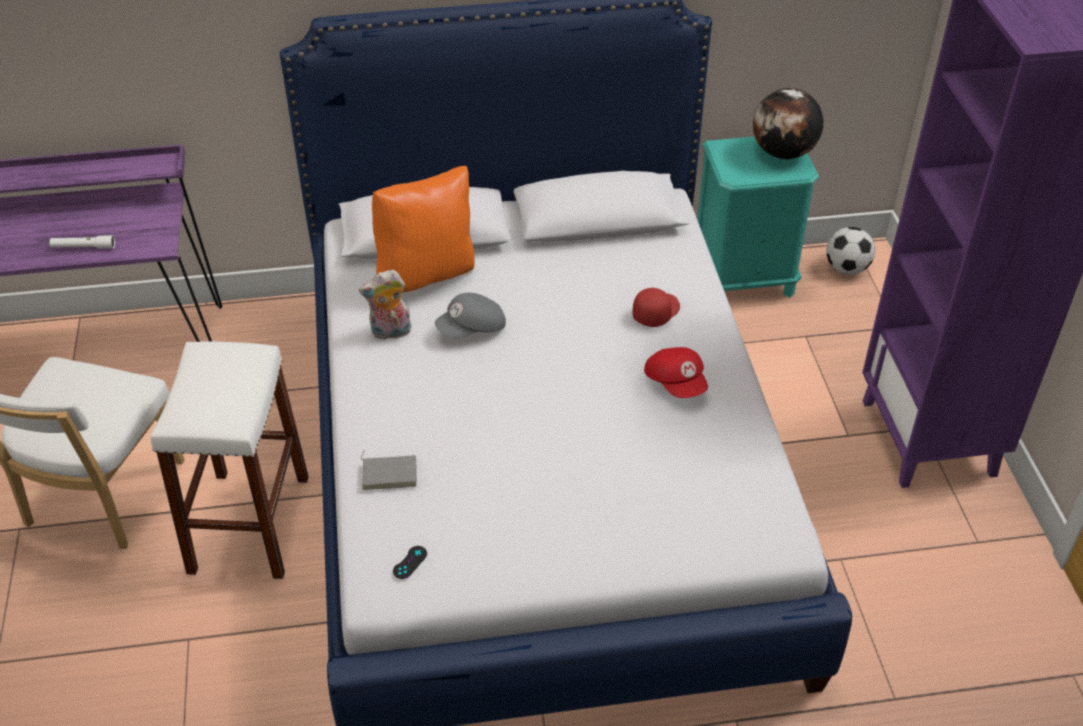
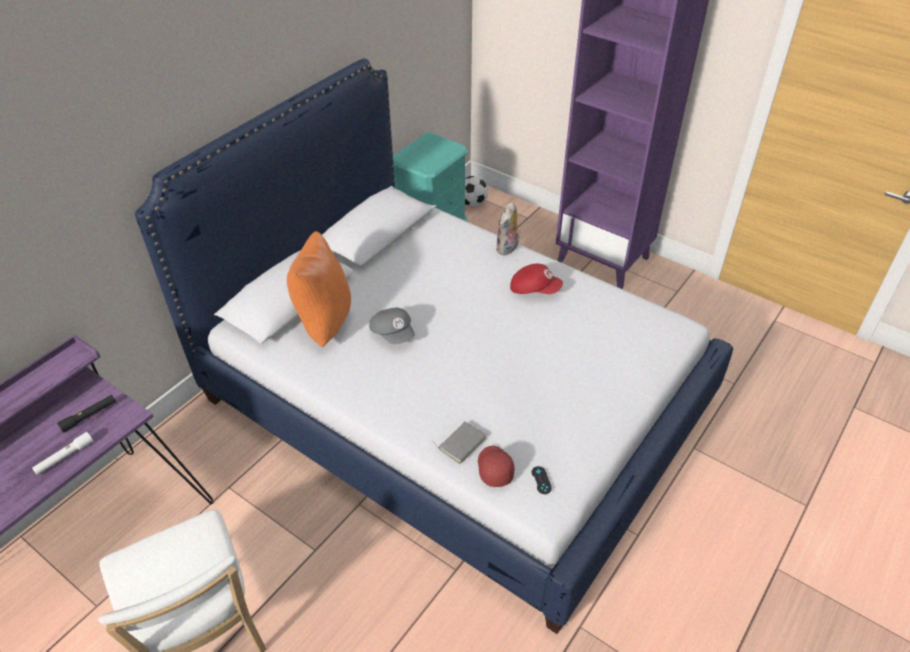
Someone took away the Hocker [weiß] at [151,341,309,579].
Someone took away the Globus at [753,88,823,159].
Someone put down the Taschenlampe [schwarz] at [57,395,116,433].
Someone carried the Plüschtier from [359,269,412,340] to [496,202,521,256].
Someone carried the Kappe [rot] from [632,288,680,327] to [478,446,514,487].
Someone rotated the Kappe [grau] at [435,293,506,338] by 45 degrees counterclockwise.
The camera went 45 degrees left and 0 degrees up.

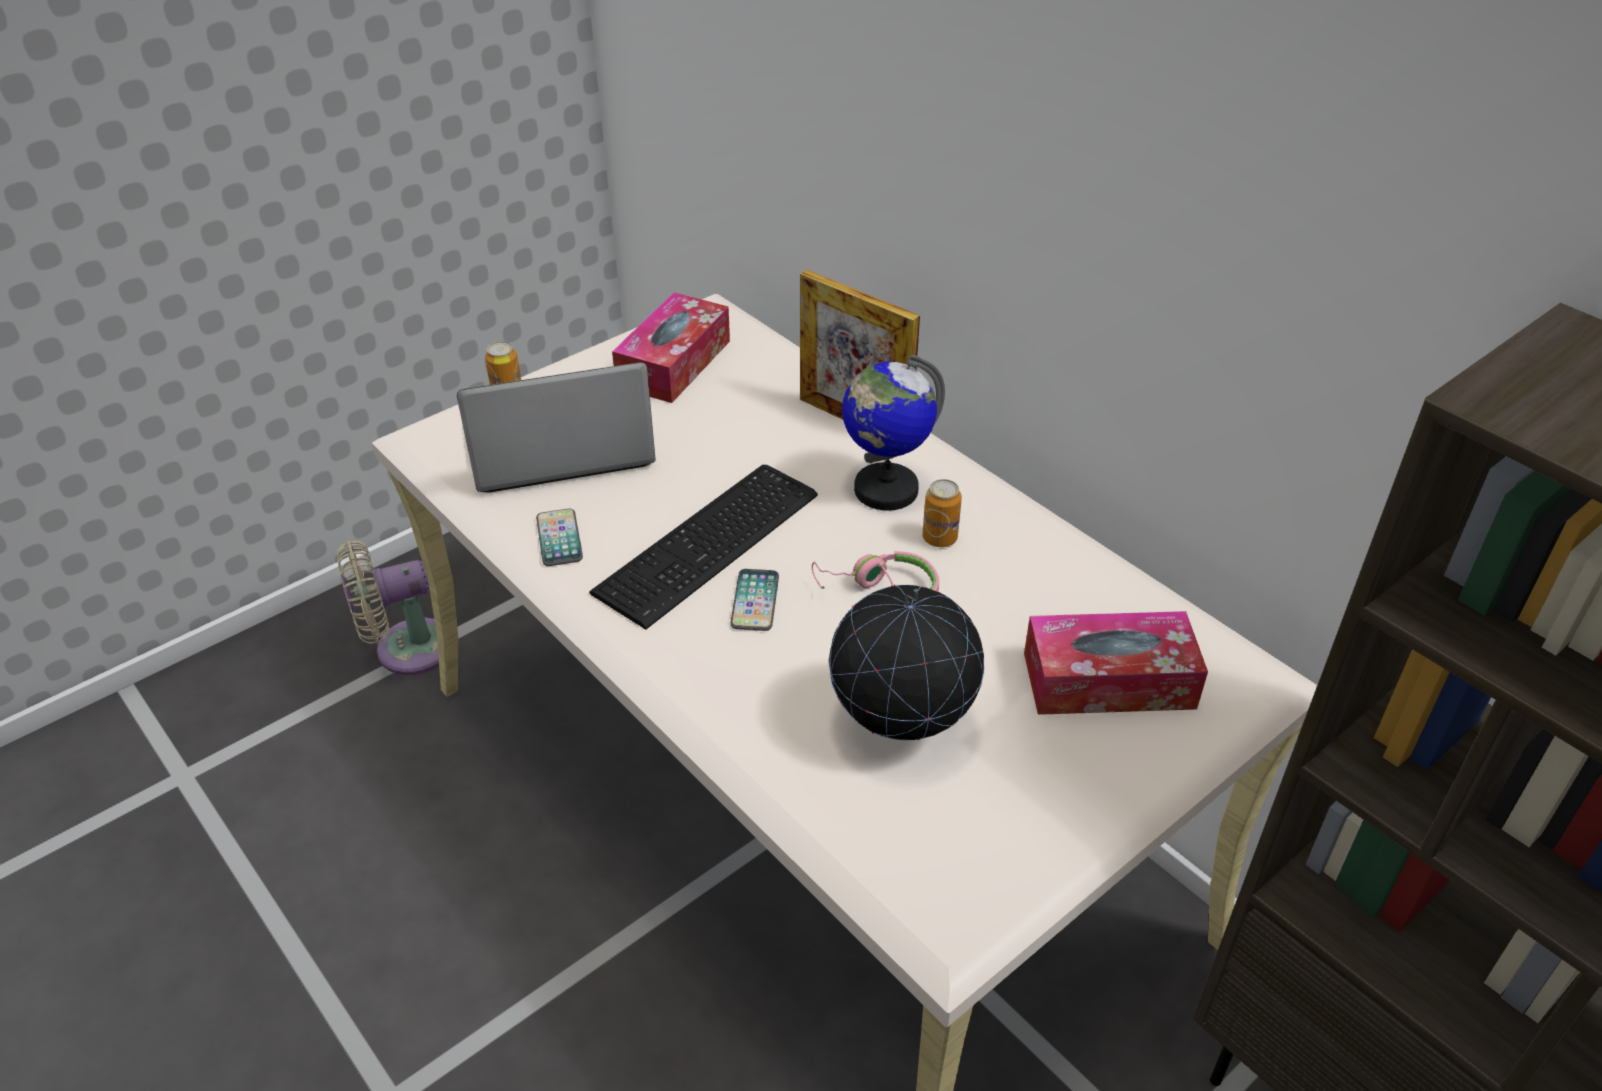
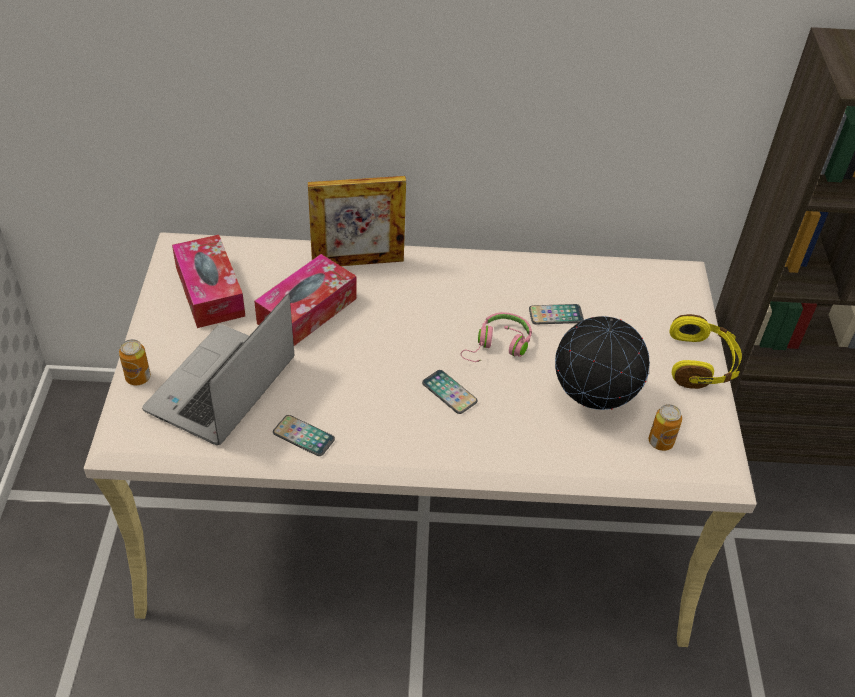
Someone took away the Ventilator [beige] at [337,541,439,675].
Someone took away the Tastatur at [589,465,818,630].
Someone took away the Globus at [842,355,945,511].
Someone put down the Handy at [529,304,584,324].
Someone put down the Kopfhörer [gelb] at [670,314,742,389].
Someone carried the Dose from [922,479,962,547] to [649,404,682,451].
Someone carried the Taschentuchbox from [1024,611,1208,715] to [254,254,357,346].
The camera went 50 degrees left and 5 degrees up.

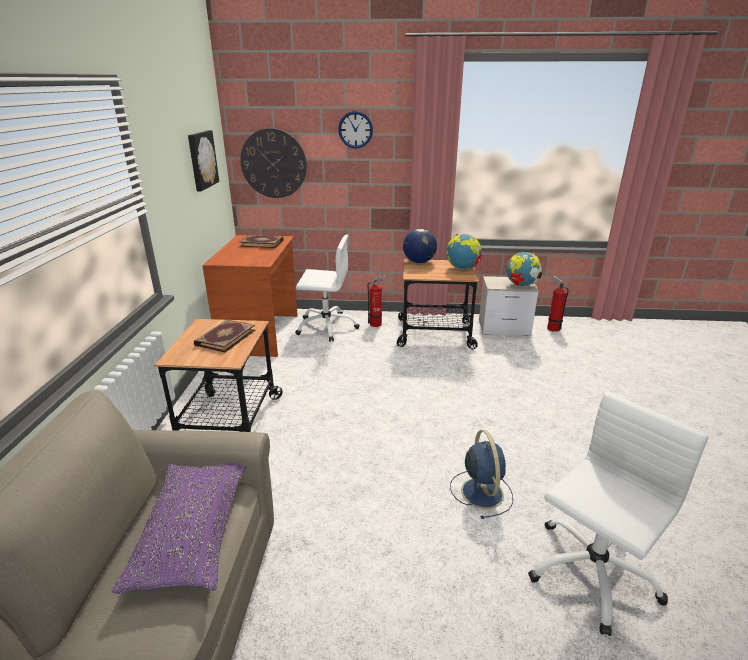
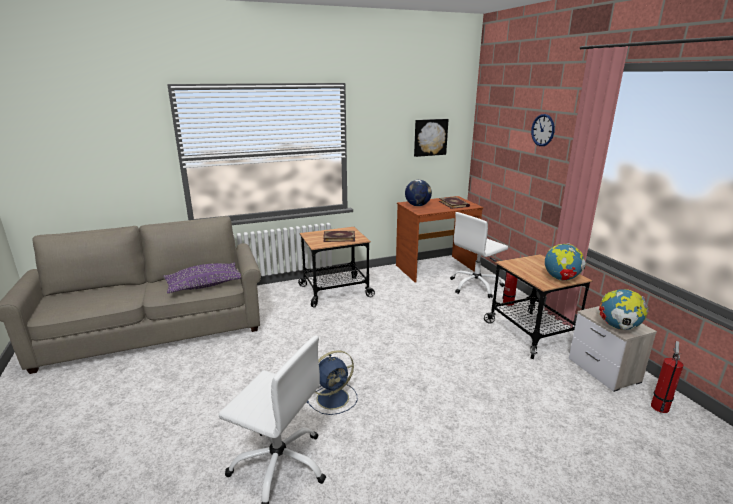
Someone took away the Wanduhr at [240,128,307,198].
Someone carried the Globus from [403,229,437,263] to [405,180,432,206].
Someone rotated the Bürostuhl [weiß] at [295,234,360,342] by 75 degrees clockwise.
The camera went 65 degrees right and 5 degrees down.

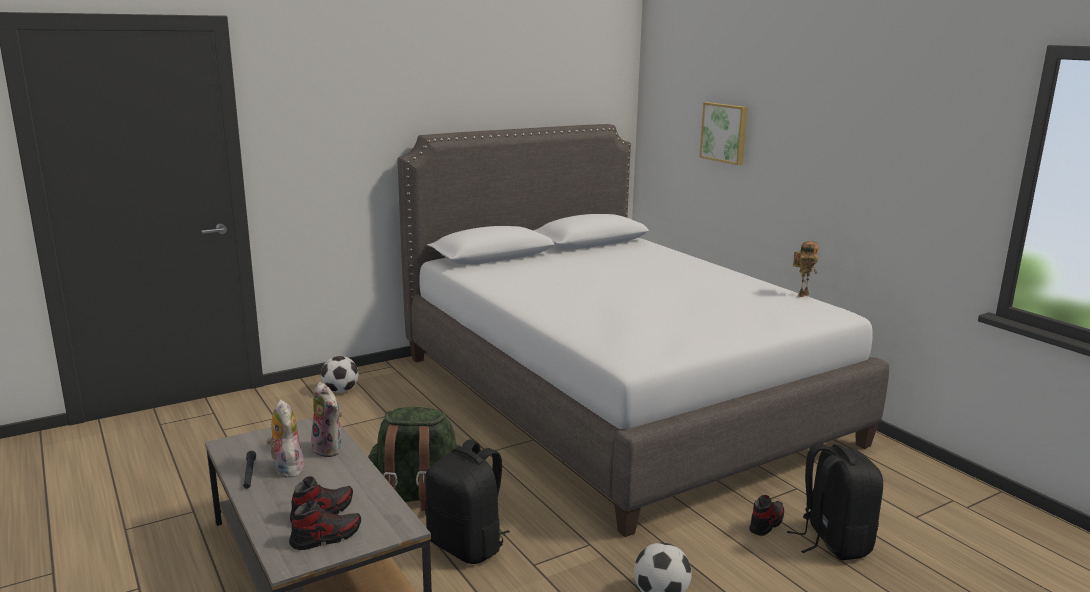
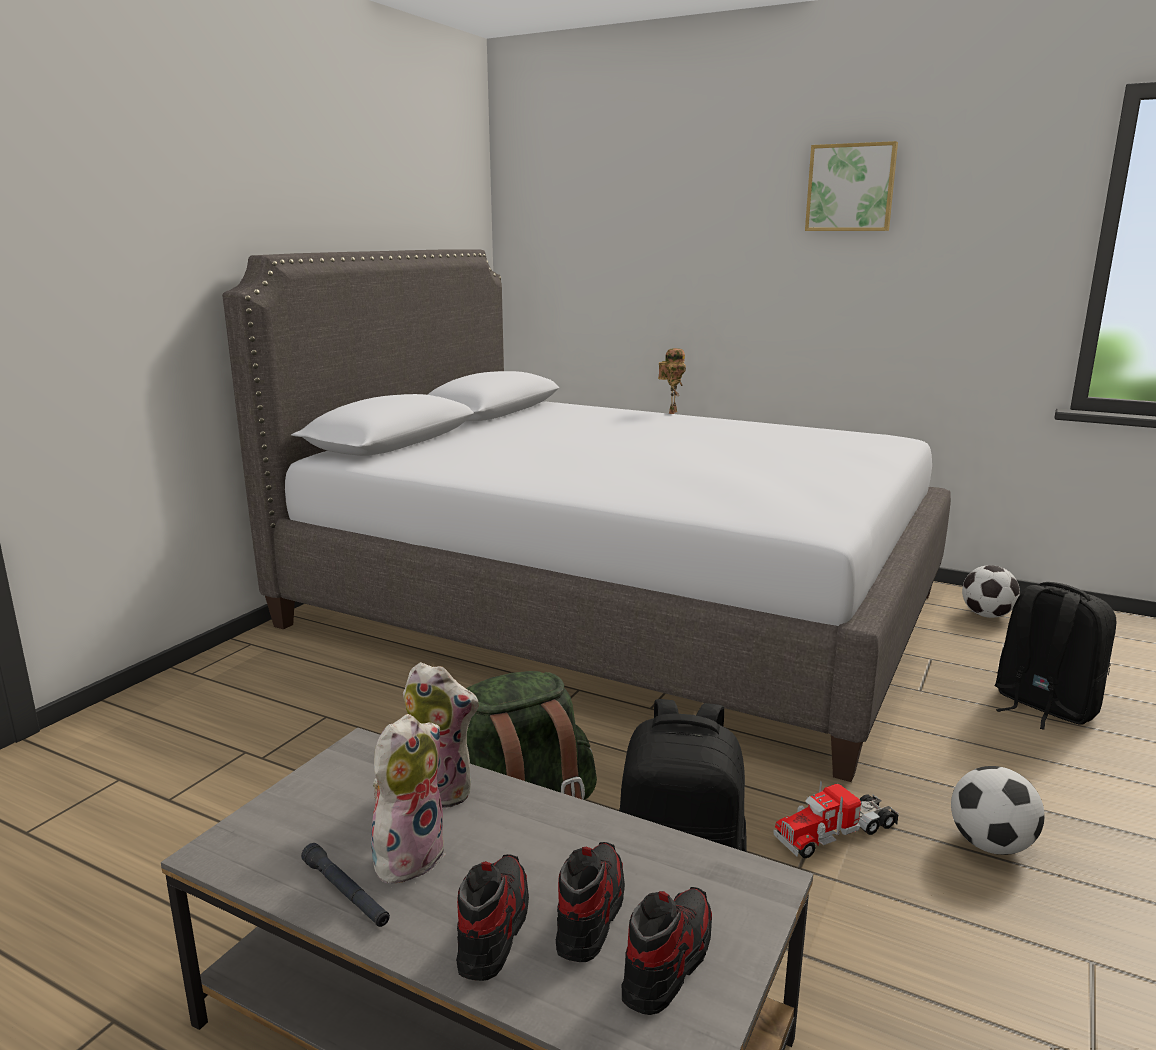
Someone put down the Spielzeuglaster at [774,780,899,858].
Someone carried the Fußball from [321,356,358,393] to [962,565,1020,618].
Someone carried the Bild from [700,102,748,165] to [805,141,898,231].
Someone carried the Schuh from [749,495,784,536] to [456,854,529,981].
Someone carried the Spielzeugroboter from [793,241,819,297] to [658,348,686,414].
Someone rotated the Plüschtier at [266,399,304,478] by 90 degrees clockwise.
The camera went 30 degrees left and 0 degrees up.

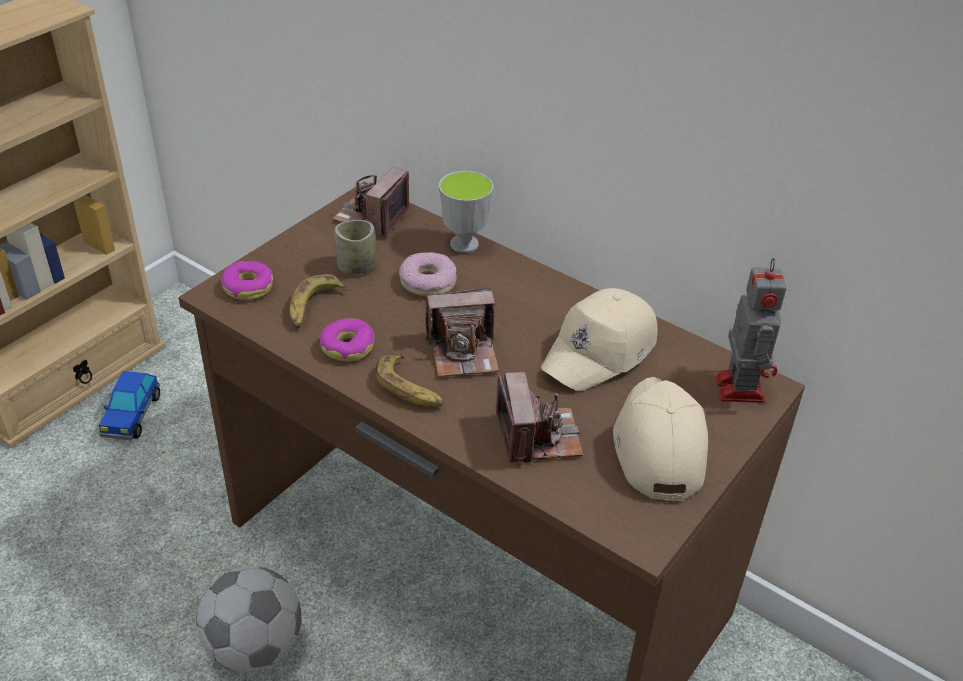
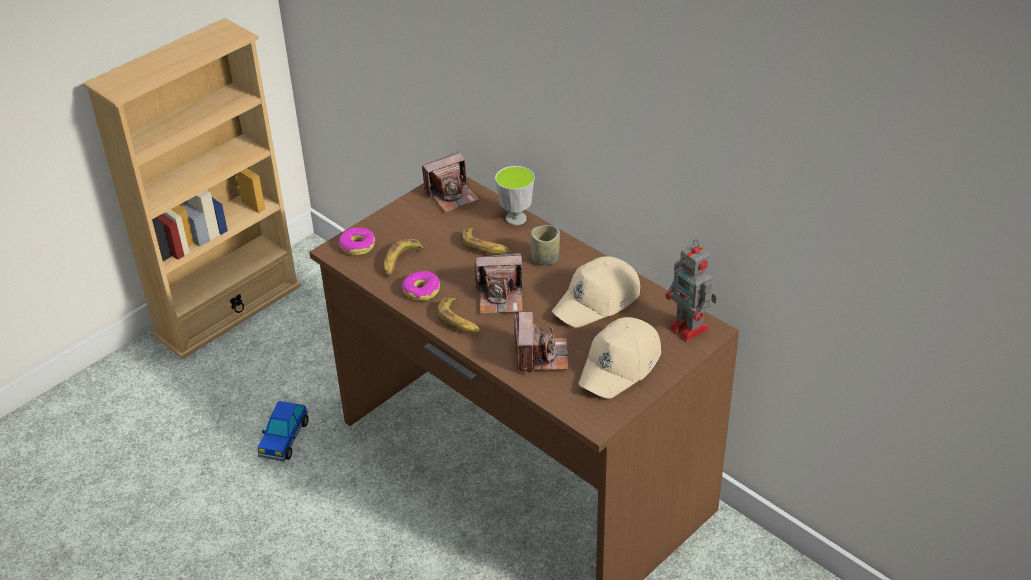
Someone took away the Fußball at [196,566,301,672].
Someone carried the Spielzeugauto from [99,371,160,440] to [258,401,309,461].
Someone carried the Tasse from [334,220,375,275] to [530,225,560,265].
Someone swapped the Donut at [399,252,457,297] for the Banane at [460,227,510,255].
Someone rotated the Kamera at [333,167,409,236] by 150 degrees counterclockwise.
Someone rotated the Kappe [beige] at [613,377,708,501] by 150 degrees counterclockwise.
Someone rotated the Spielzeugroboter at [715,258,787,403] by 135 degrees clockwise.
The camera went 10 degrees right and 0 degrees up.

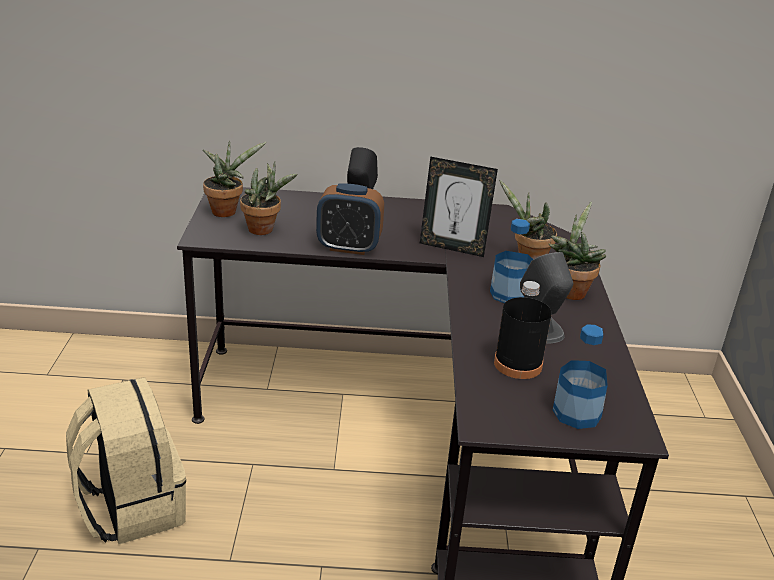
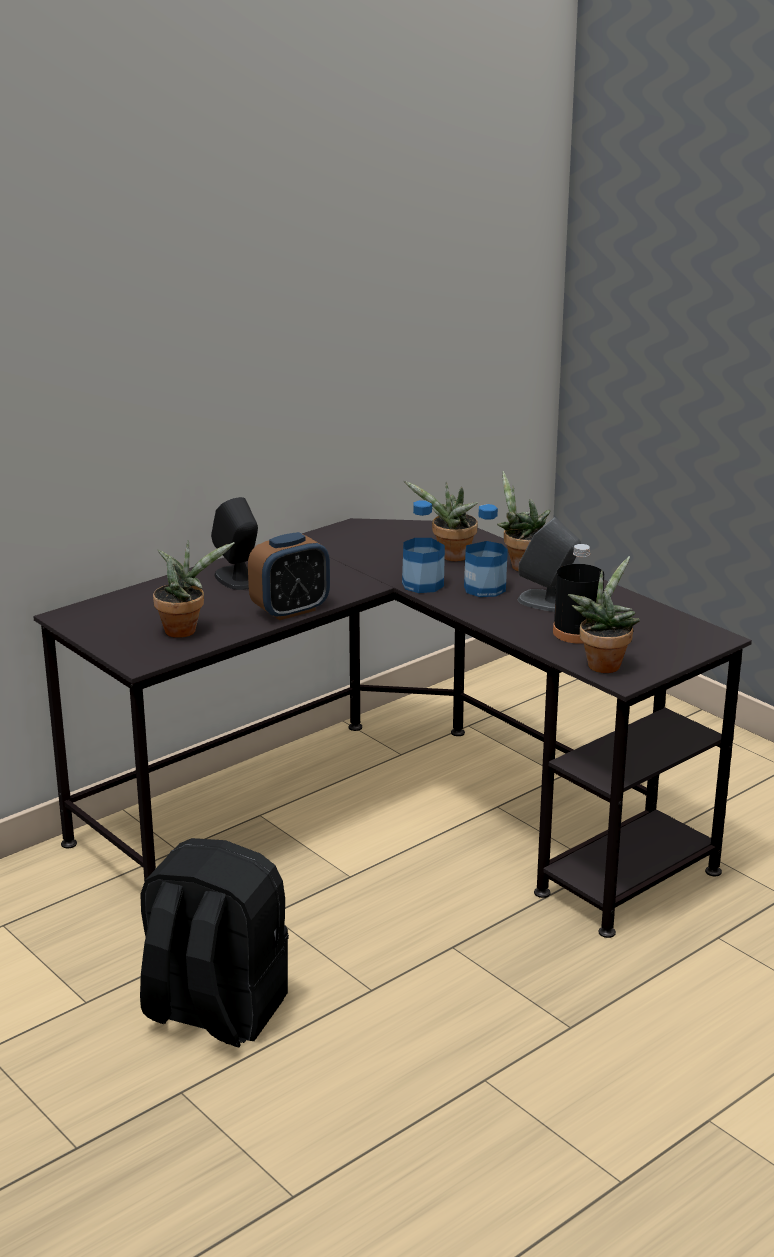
Someone took away the Bilderrahmen at [420,157,498,257].
Someone carried the Topfpflanze from [203,141,266,217] to [568,556,640,673].
Someone carried the Flasche from [553,325,608,429] to [402,500,445,593].
Someone repainted the Rucksack [beige] at [66,377,186,544], which became the Rucksack [schwarz] at [140,838,289,1048].
The camera went 40 degrees left and 5 degrees down.

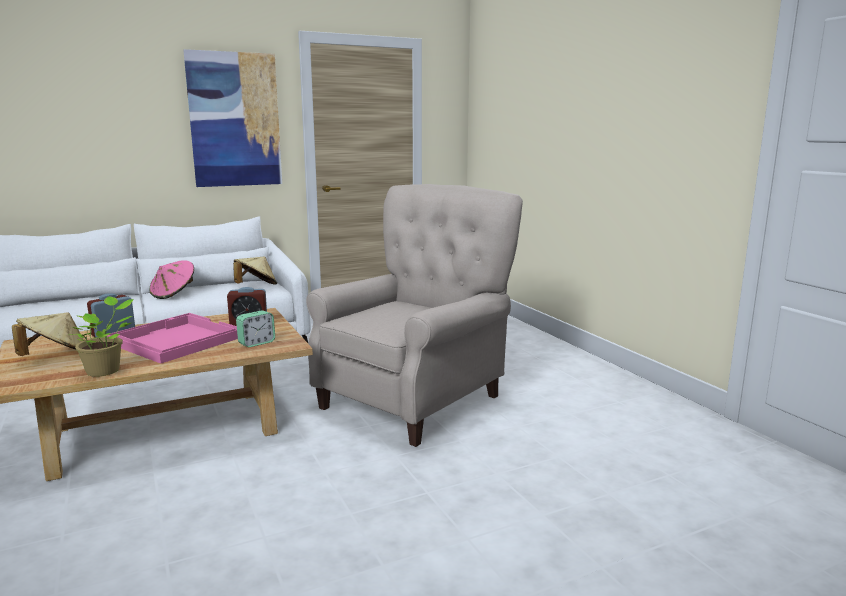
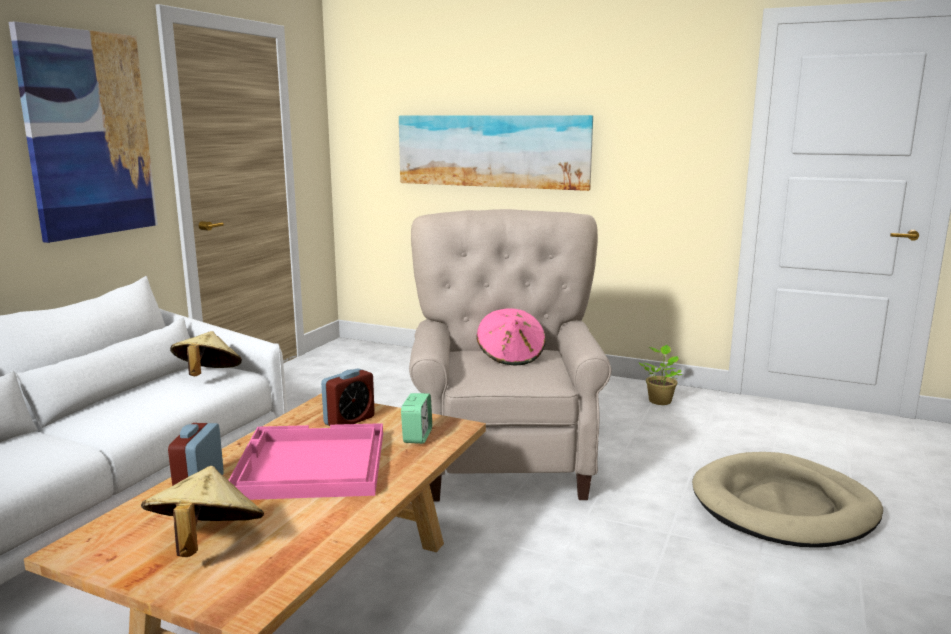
Someone put up the Bild at [399,115,593,191].
Someone put down the Hundebett [beige] at [692,452,883,547].
Someone carried the Topfpflanze from [70,296,134,377] to [639,345,682,405].
Someone carried the Hut [rosa] from [150,260,194,299] to [476,308,546,365].
The camera went 40 degrees left and 0 degrees up.

